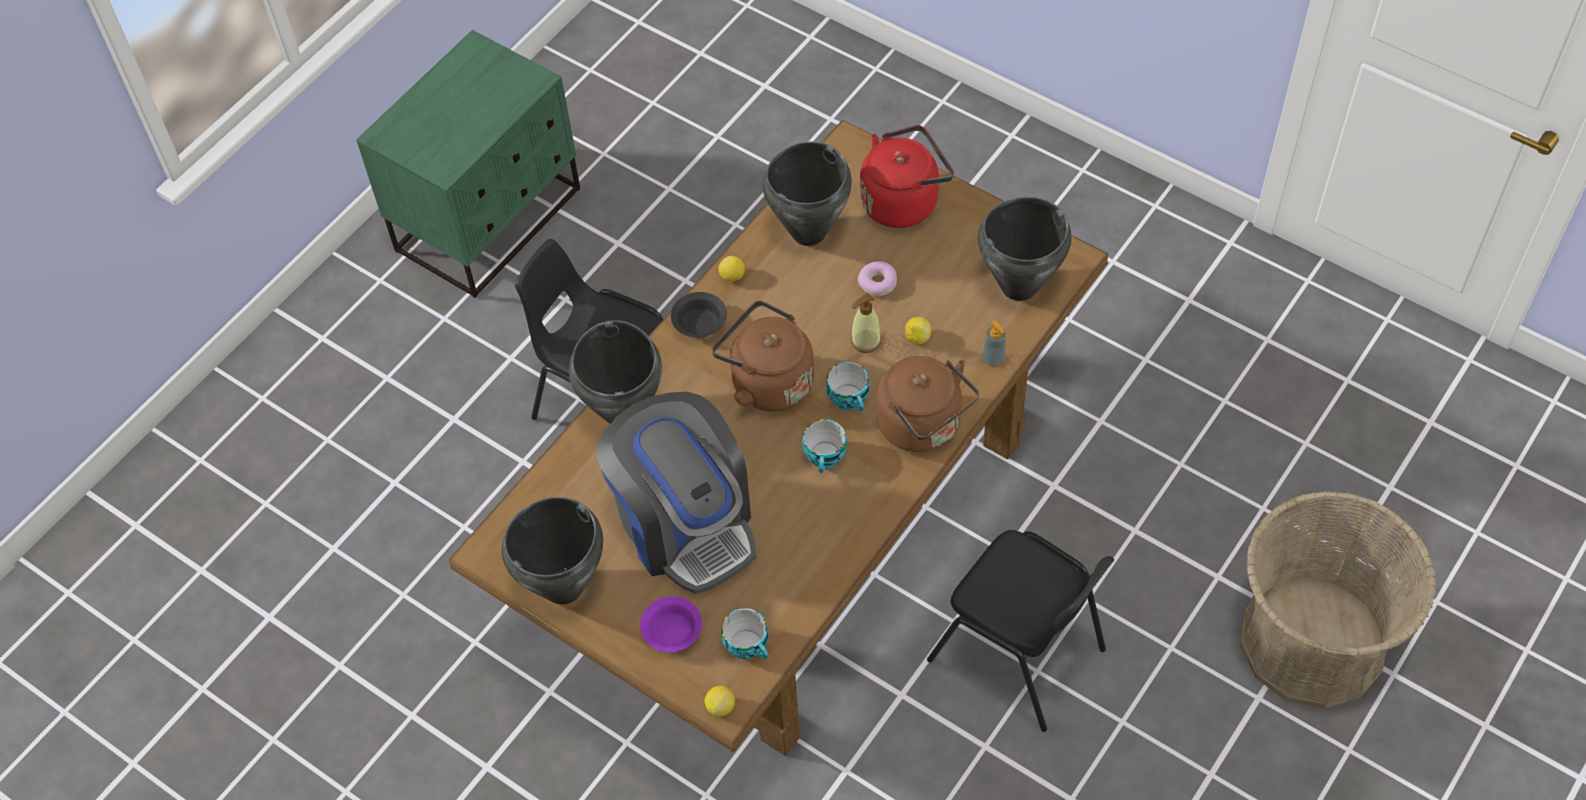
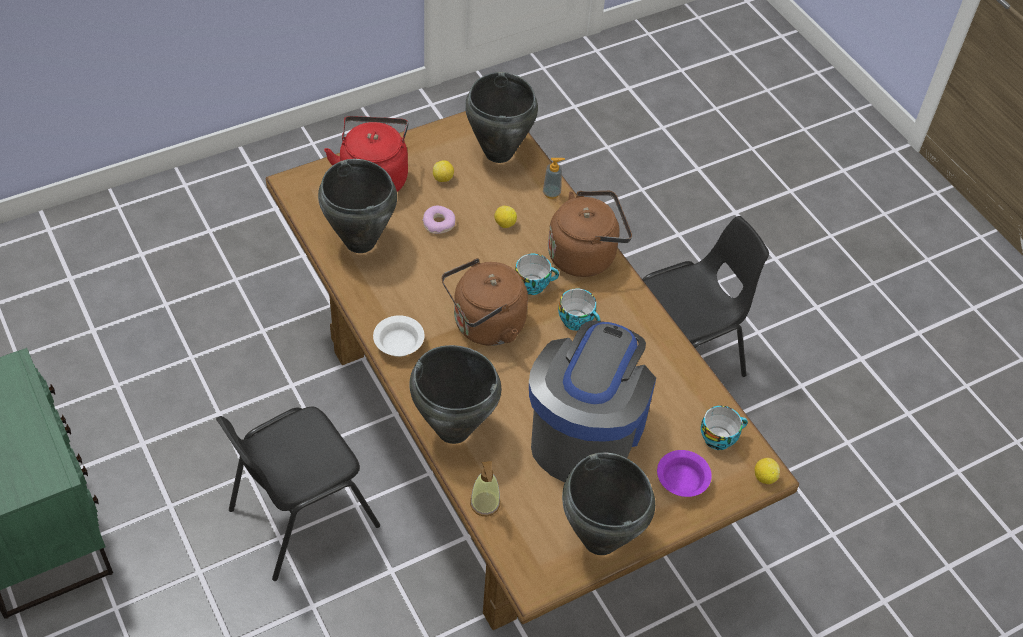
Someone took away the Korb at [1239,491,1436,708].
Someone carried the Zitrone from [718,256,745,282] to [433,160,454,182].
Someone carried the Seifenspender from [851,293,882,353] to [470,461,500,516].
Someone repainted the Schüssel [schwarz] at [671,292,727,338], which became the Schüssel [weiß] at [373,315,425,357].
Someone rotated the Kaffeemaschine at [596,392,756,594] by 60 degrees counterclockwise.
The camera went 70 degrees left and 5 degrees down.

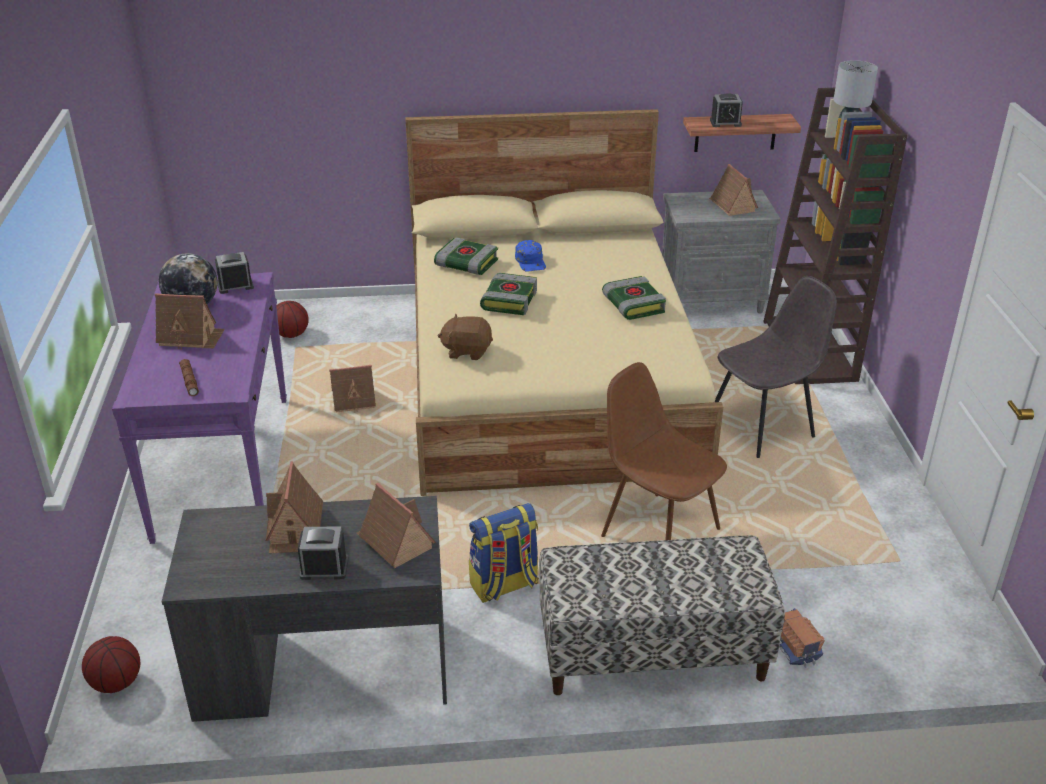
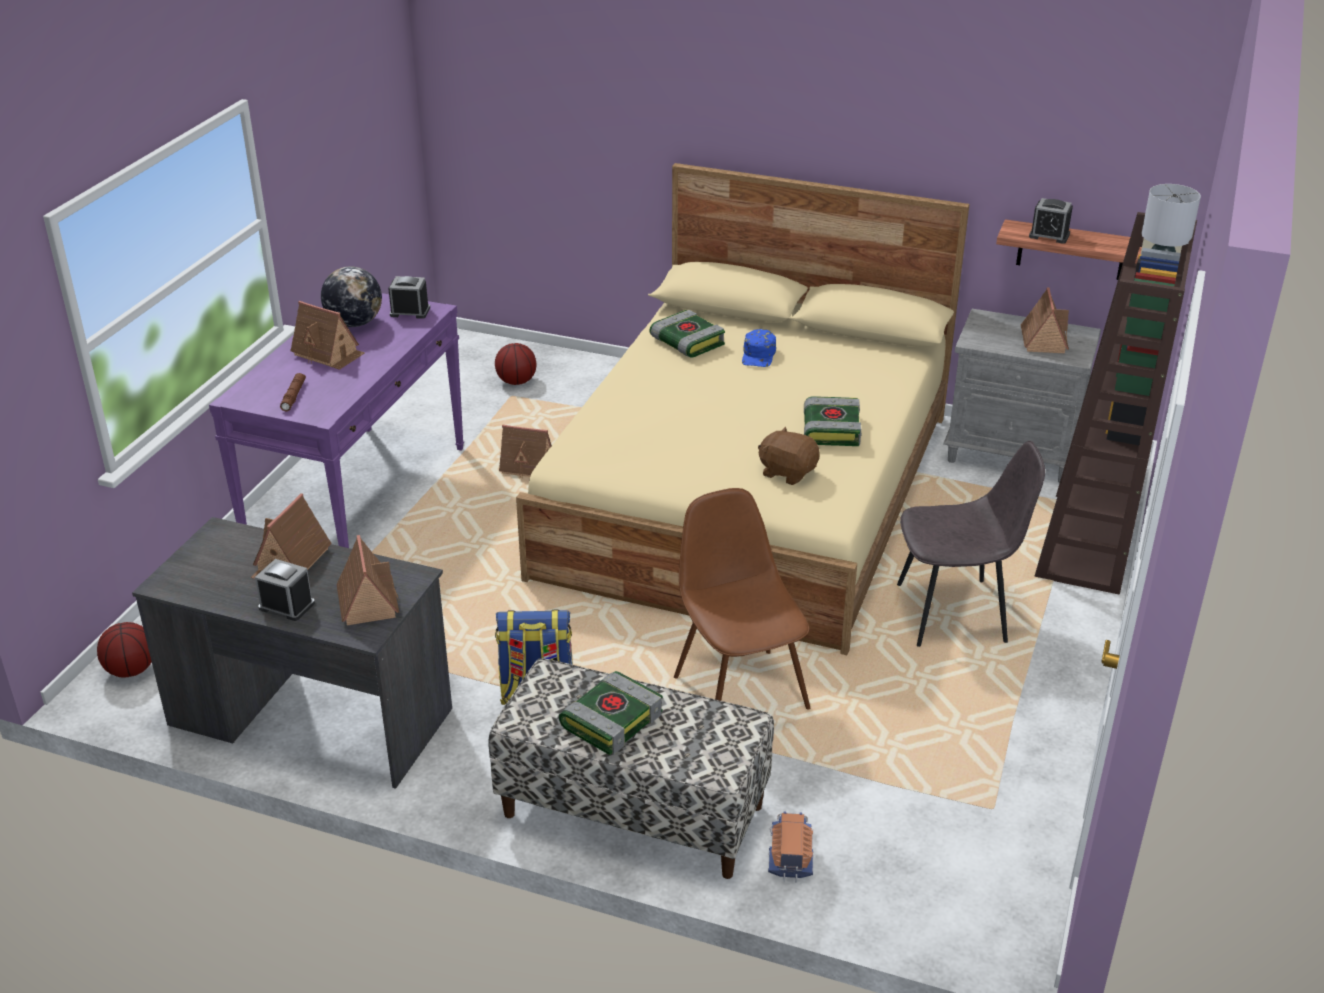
Someone carried the Plüschtier [braun] from [438,313,493,360] to [758,426,820,485].
Someone carried the Buch from [480,273,537,315] to [559,671,662,755].
The camera went 25 degrees right and 0 degrees up.

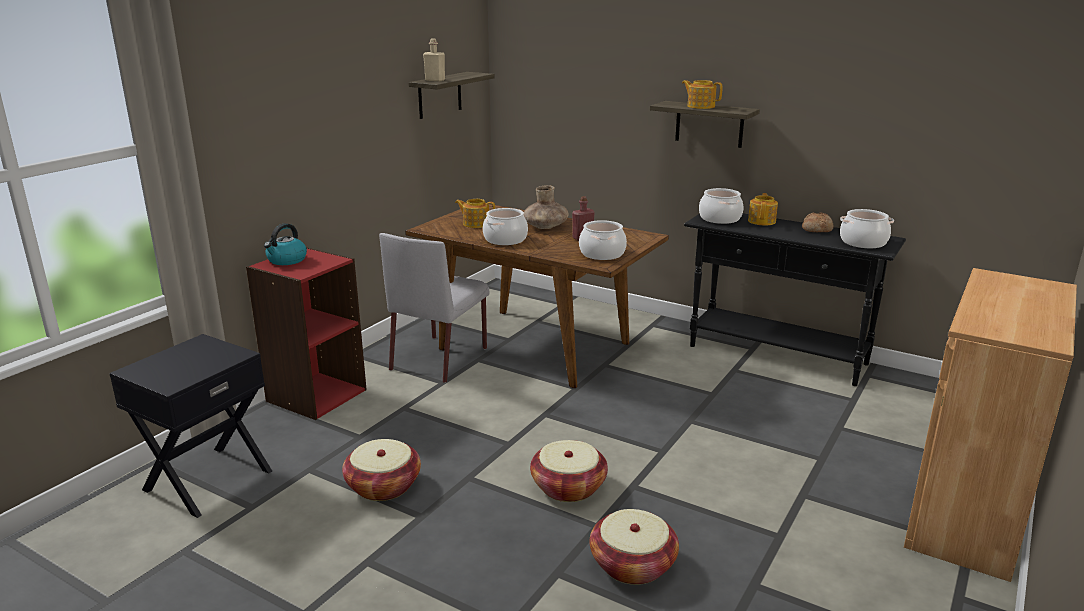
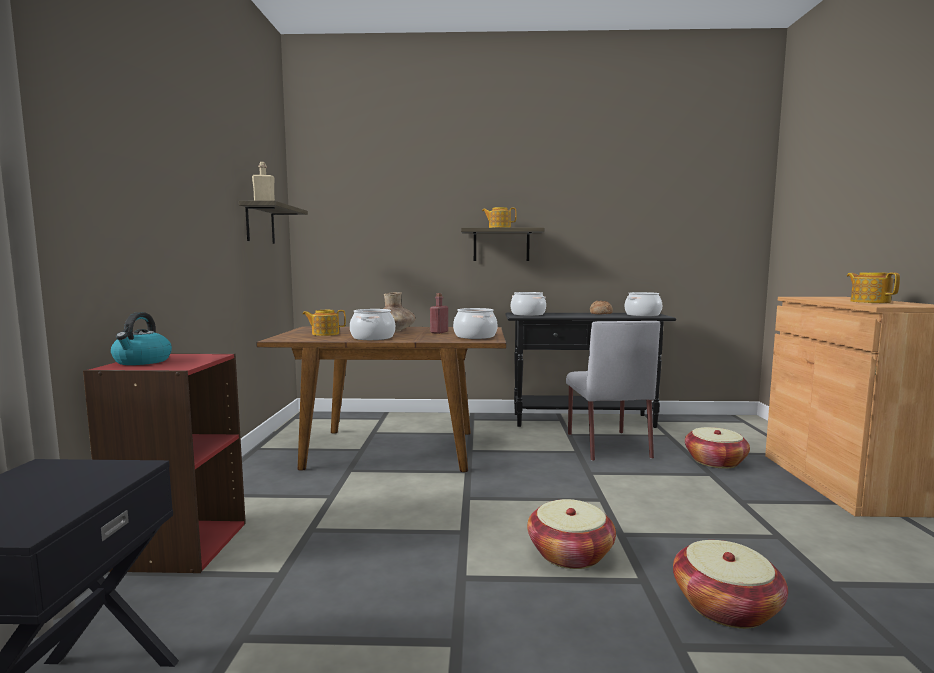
Someone carried the Korb from [342,439,421,501] to [685,427,750,469].
Someone carried the Stuhl [grau] from [379,233,490,383] to [566,321,660,461].
Someone carried the Teekanne from [748,193,778,226] to [847,272,900,303].
The camera went 30 degrees left and 15 degrees down.

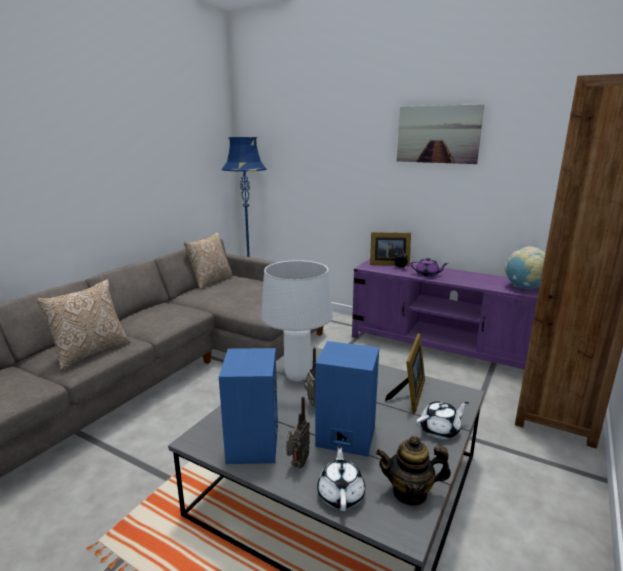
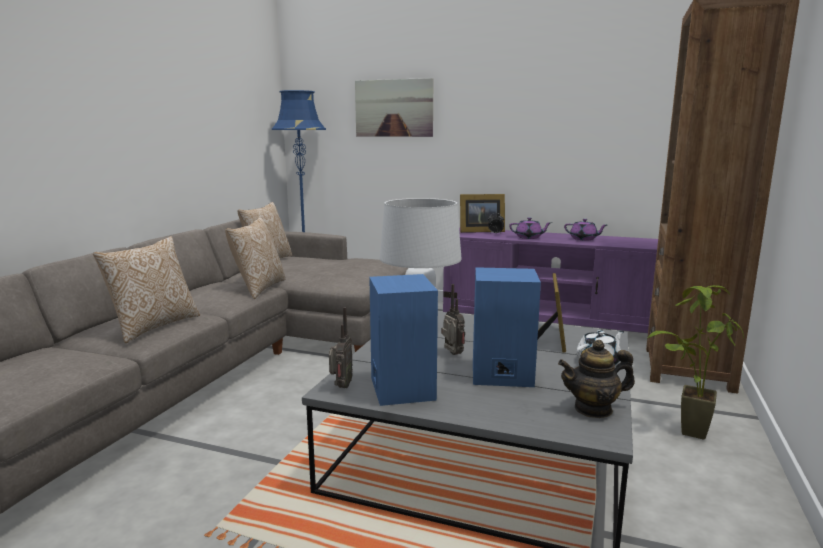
Someone took away the Teekanne [weiß] at [317,444,365,511].
Someone took away the Globus at [505,246,546,289].
Someone put down the Kissen at [225,217,285,299].
Someone put down the Teekanne [lila] at [564,219,607,240].
Someone put down the Topfpflanze at [648,285,744,440].
Someone carried the Radio from [286,396,310,468] to [329,307,353,388].
Someone carried the Bild from [397,104,484,164] to [355,78,434,137].
The camera went 10 degrees left and 5 degrees down.

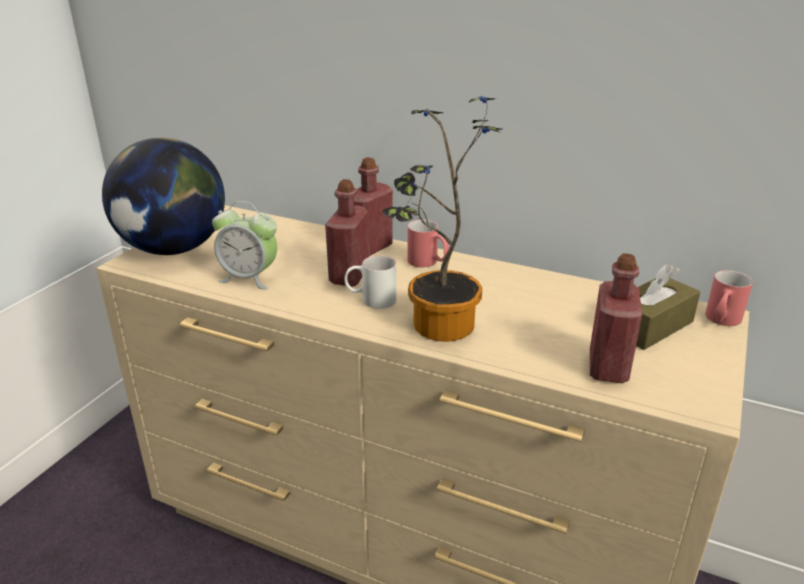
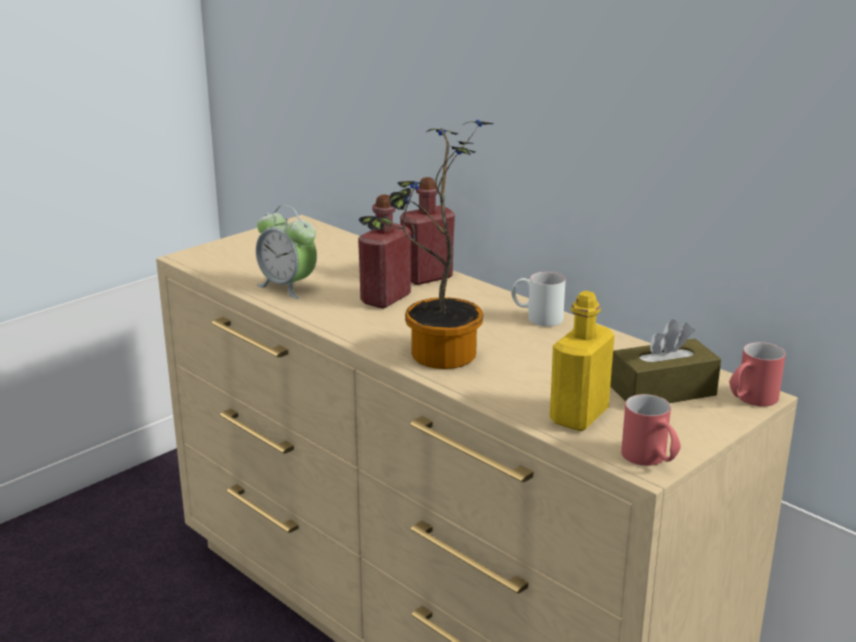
Someone took away the Globus at [102,138,225,255].
Someone carried the Henkelbecher [weiß] from [344,255,397,309] to [511,272,566,326].
Someone carried the Henkelbecher [rot] from [407,220,449,267] to [621,394,681,466].
Someone repainted the Flasche [rot] at [590,253,642,383], which became the Flasche [gelb] at [550,291,615,431].
The camera went 20 degrees right and 5 degrees down.

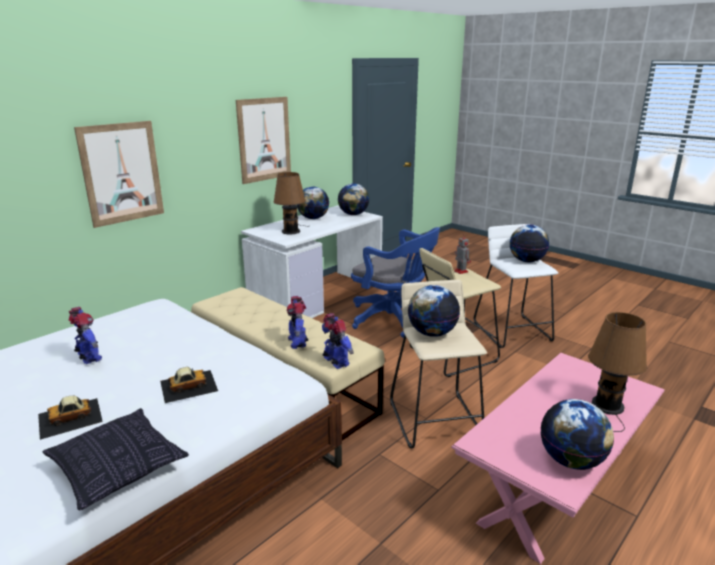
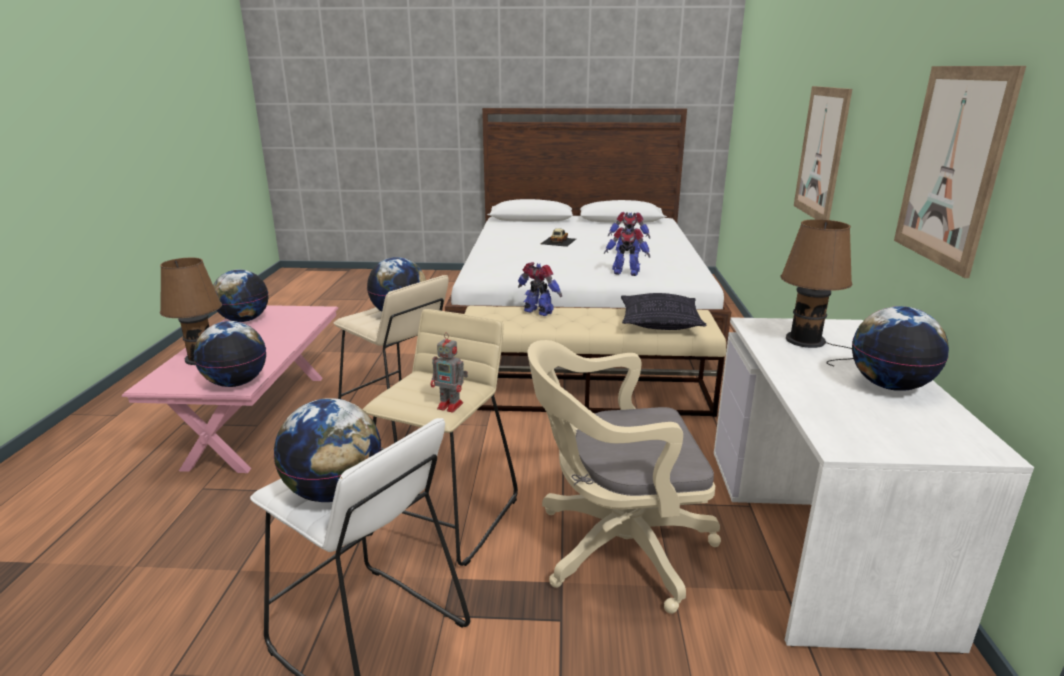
Someone took away the Spielzeugauto at [160,367,218,403].
Someone carried the Kissen from [43,408,189,510] to [621,293,706,330].
Someone carried the Spielzeugroboter from [322,313,354,369] to [604,227,650,276].
Someone carried the Globus from [338,183,369,215] to [194,321,266,387].
Someone repainted the Bürostuhl [blau] at [351,227,440,338], which became the Bürostuhl [beige] at [527,340,721,614].
The camera went 140 degrees right and 0 degrees up.

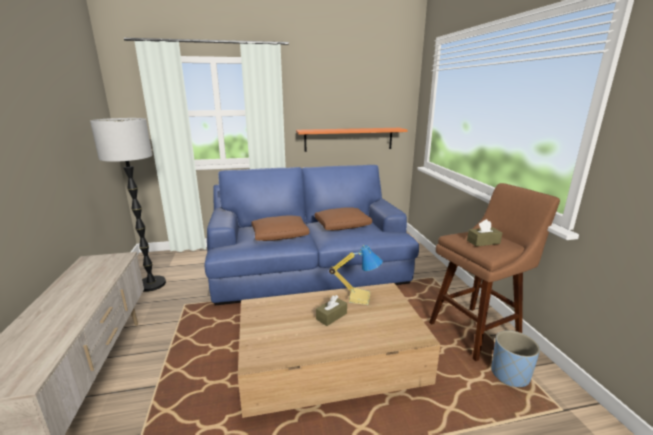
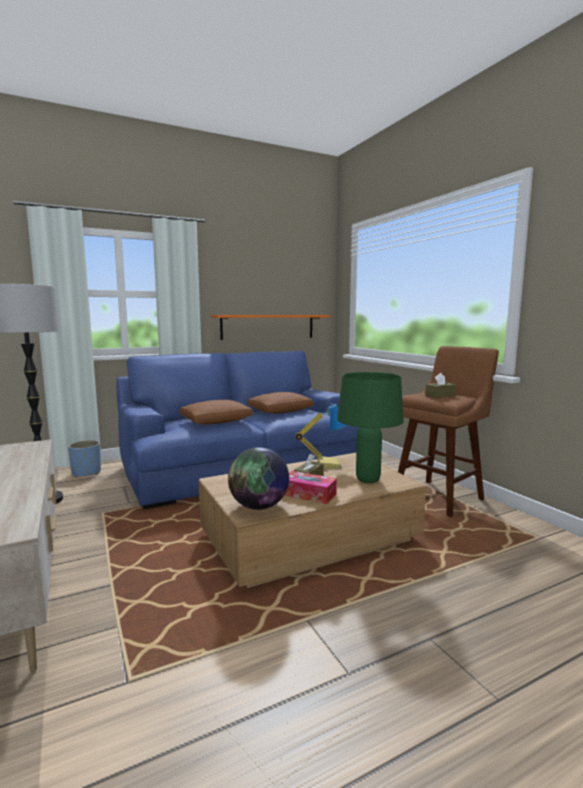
Someone put down the Globus at [228,447,289,510].
Someone put down the Taschentuchbox at [284,471,337,504].
Someone put down the Tischlampe [grün] at [337,372,404,483].
Someone carried the Pflanzkübel [blau] from [491,330,540,387] to [68,440,101,477].
The camera went 15 degrees left and 10 degrees down.

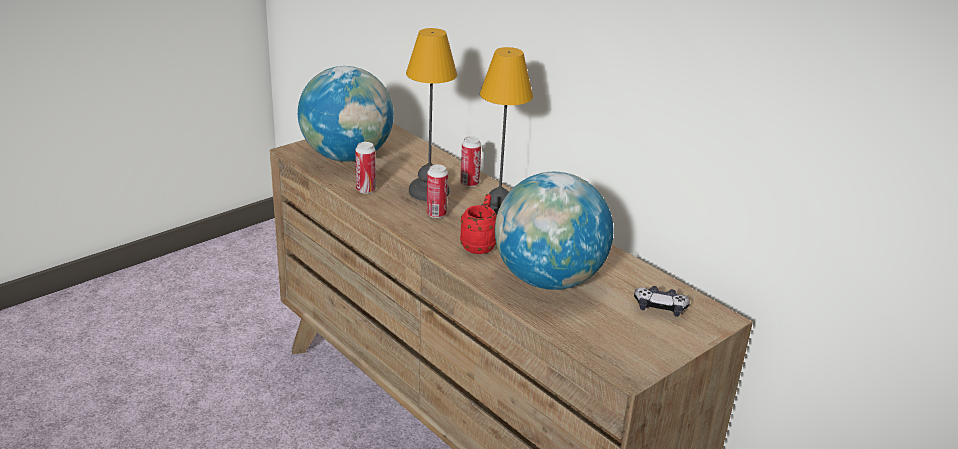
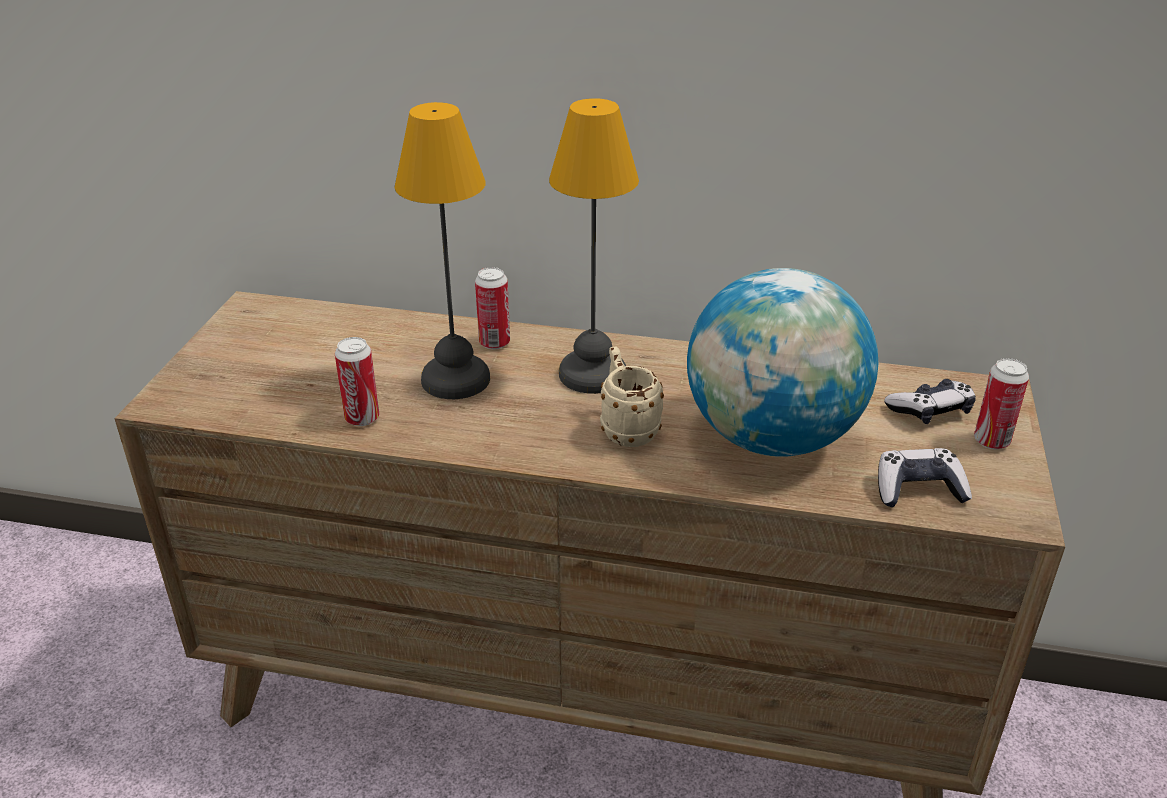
Someone took away the Globus at [298,66,394,162].
Someone put down the Gamepad at [878,448,972,507].
Someone carried the Dose from [426,164,448,218] to [974,358,1029,449].
Someone repainted the Henkelbecher [rot] at [460,194,497,254], which became the Henkelbecher [beige] at [600,346,664,447].
The camera went 35 degrees left and 5 degrees up.

